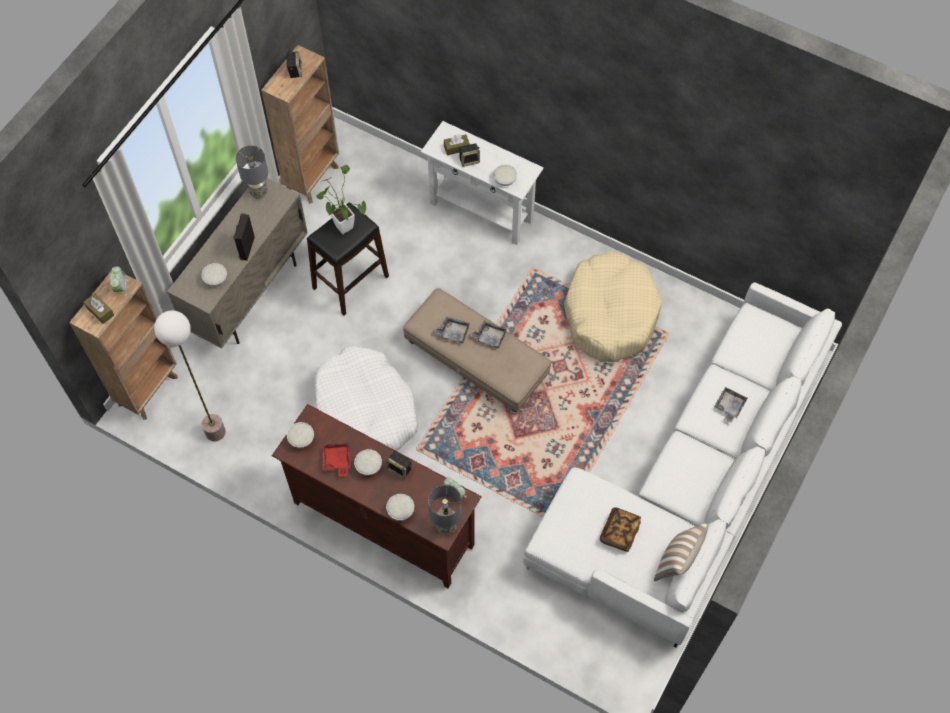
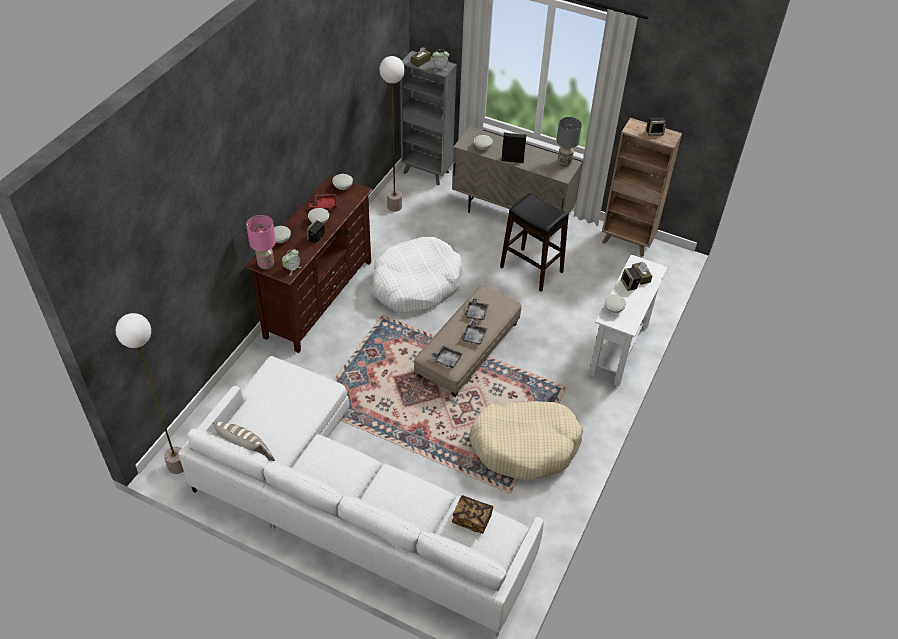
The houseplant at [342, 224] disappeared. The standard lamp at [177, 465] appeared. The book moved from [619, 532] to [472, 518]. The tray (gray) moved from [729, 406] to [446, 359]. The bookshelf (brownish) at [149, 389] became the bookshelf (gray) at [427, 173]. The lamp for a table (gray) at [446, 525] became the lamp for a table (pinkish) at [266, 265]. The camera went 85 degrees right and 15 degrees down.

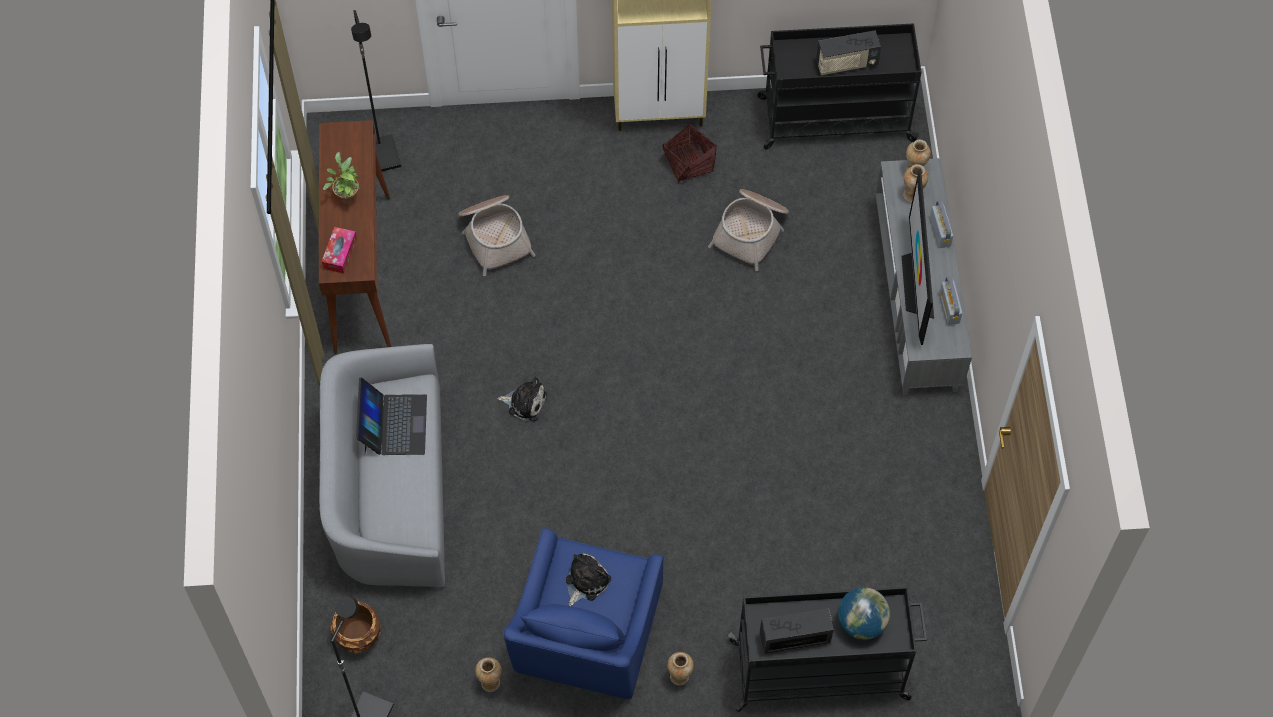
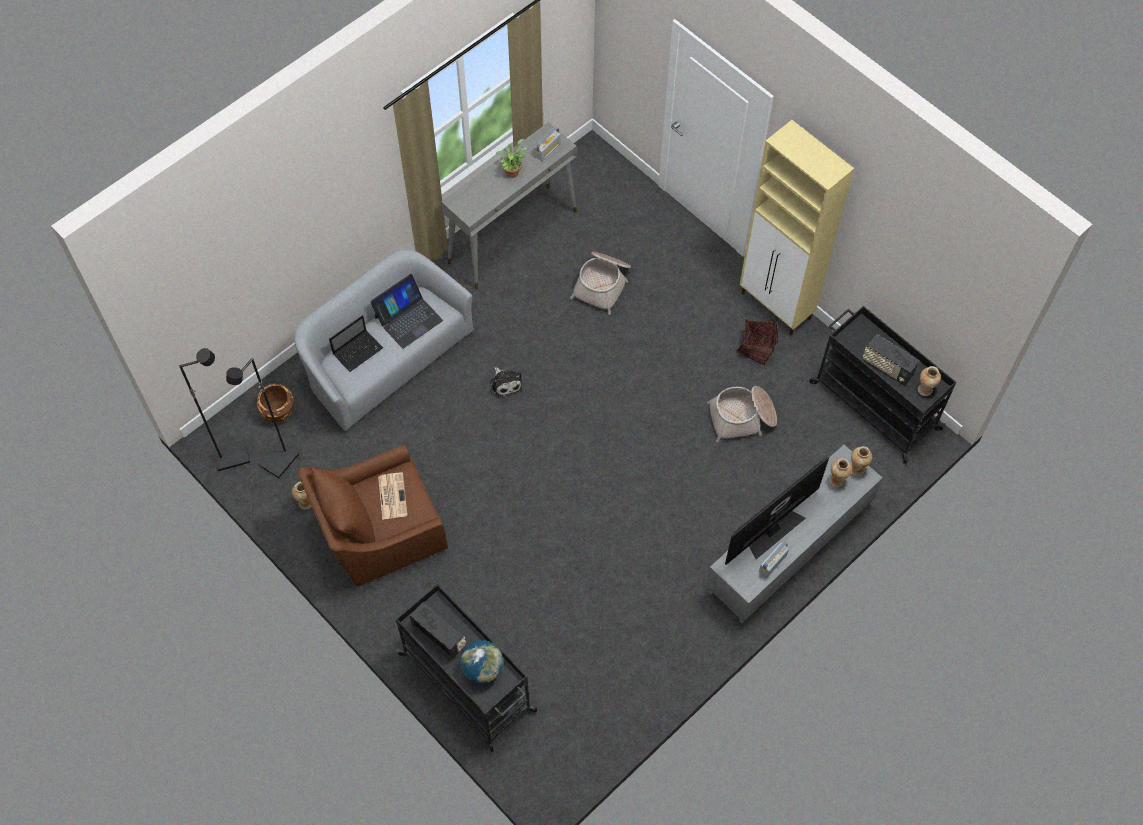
The tissue holder at [340, 253] disappeared. The laptop at [358, 350] appeared. The standard lamp (black) moved from [384, 156] to [279, 461]. The decorative vase moved from [679, 677] to [924, 390]. The radio moved from [940, 231] to [547, 150]. The plush toy at [585, 581] was replaced by the daily paper at [392, 495]. The narrow table (brownish) at [362, 272] became the narrow table (gray) at [513, 236]. The lounge chair (blue) at [585, 636] became the lounge chair (brownish) at [379, 531]. The camera went 50 degrees right and 0 degrees up.

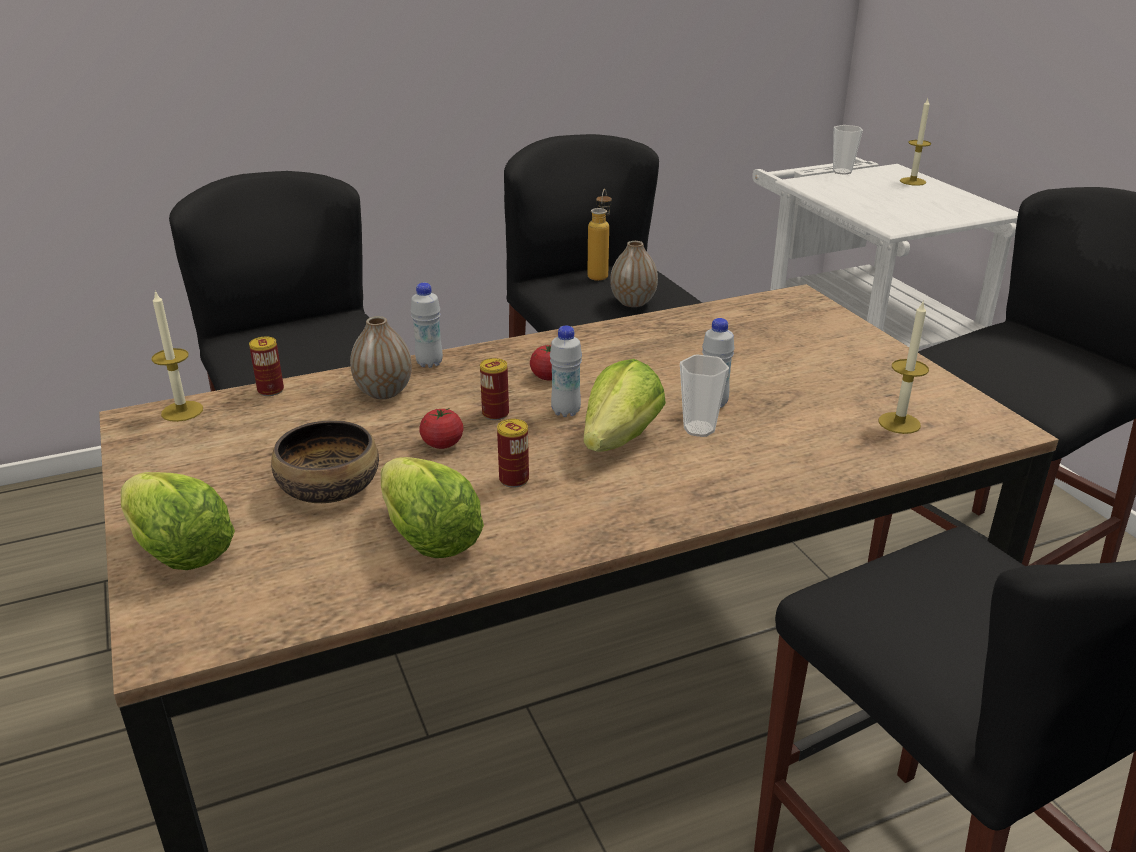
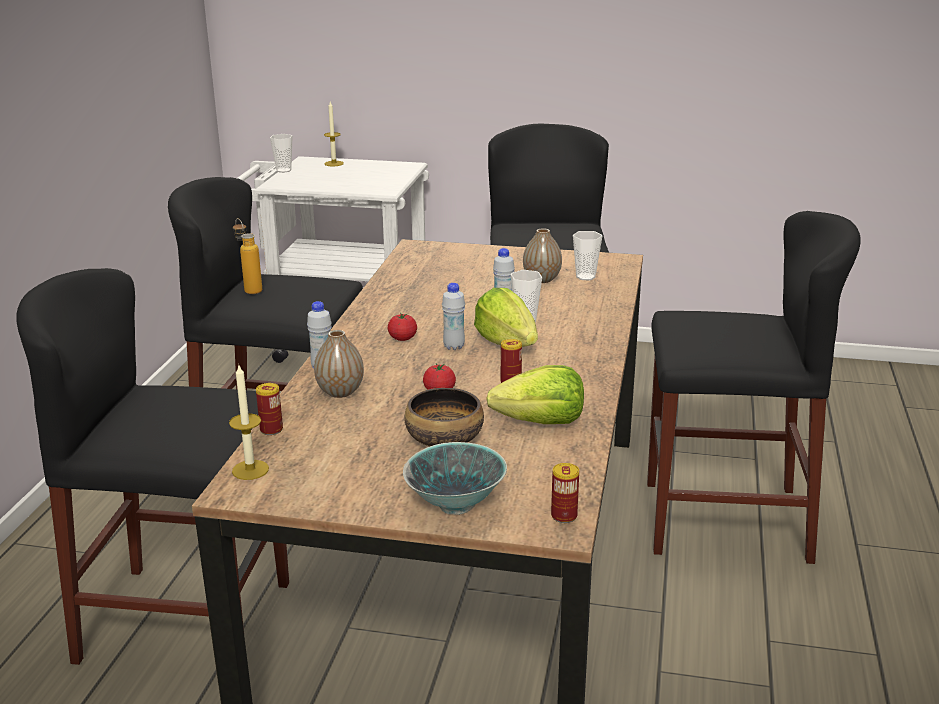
The sealed can moved from [495, 414] to [564, 516]. The decorative vase moved from [633, 302] to [541, 279]. The lettuce at [179, 551] was replaced by the serving bowl at [456, 505]. The wax candle at [899, 423] was replaced by the cup at [585, 277]. The camera went 55 degrees left and 5 degrees down.

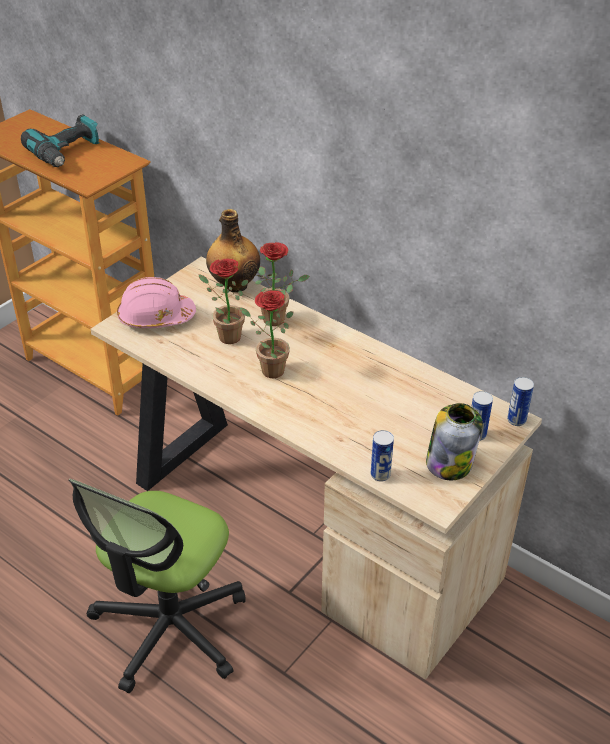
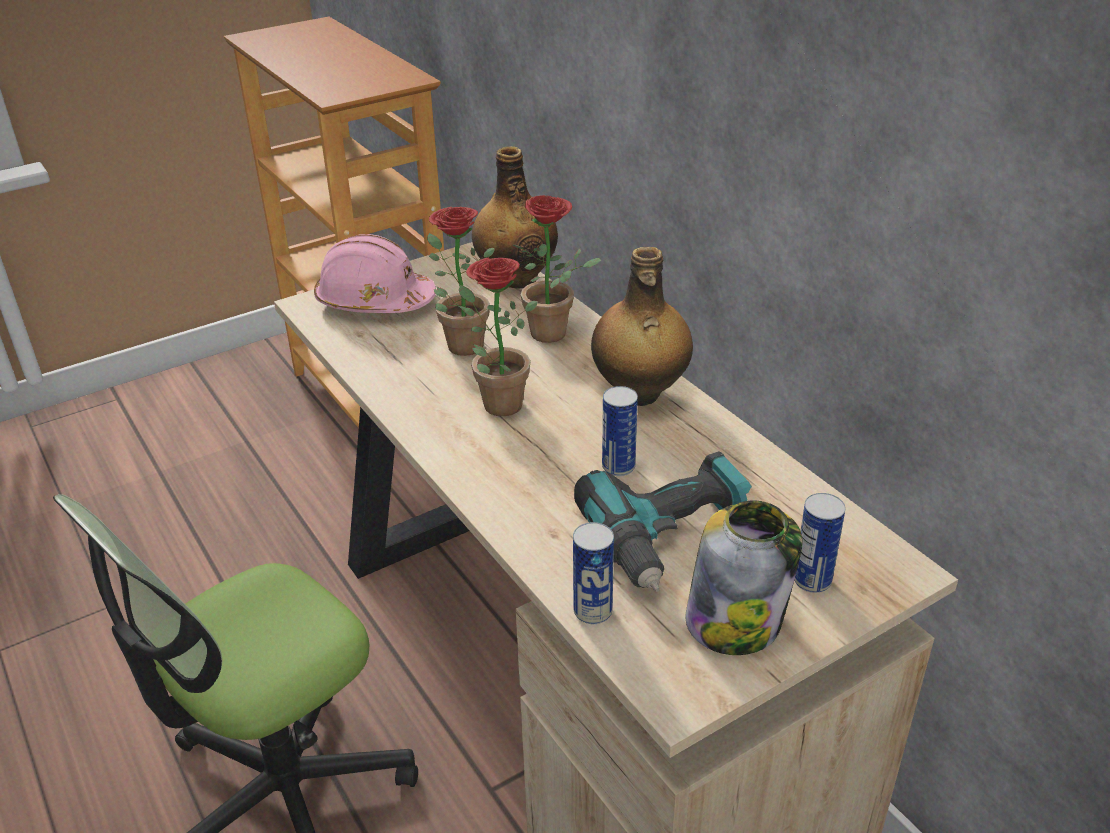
The beverage bottle at [639, 393] appeared. The electric drill moved from [67, 153] to [670, 538]. The sealed can moved from [516, 420] to [618, 467]. The camera went 20 degrees right and 5 degrees down.

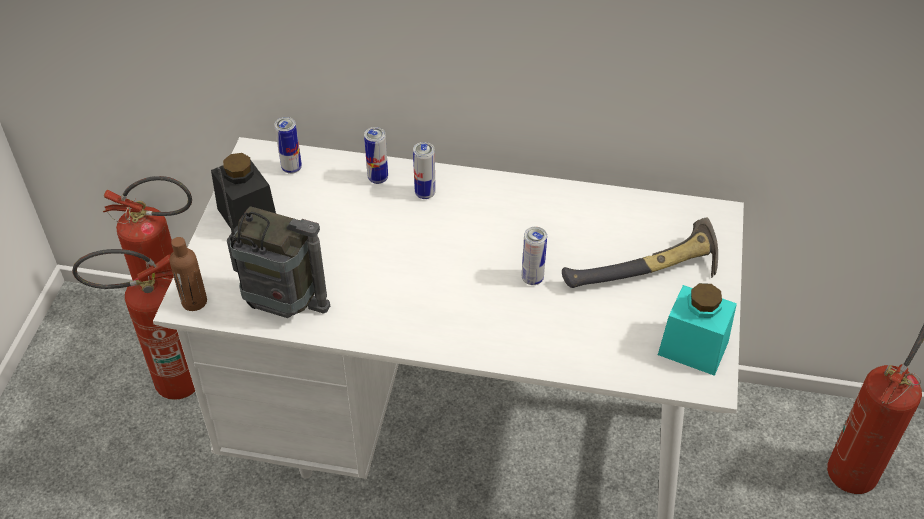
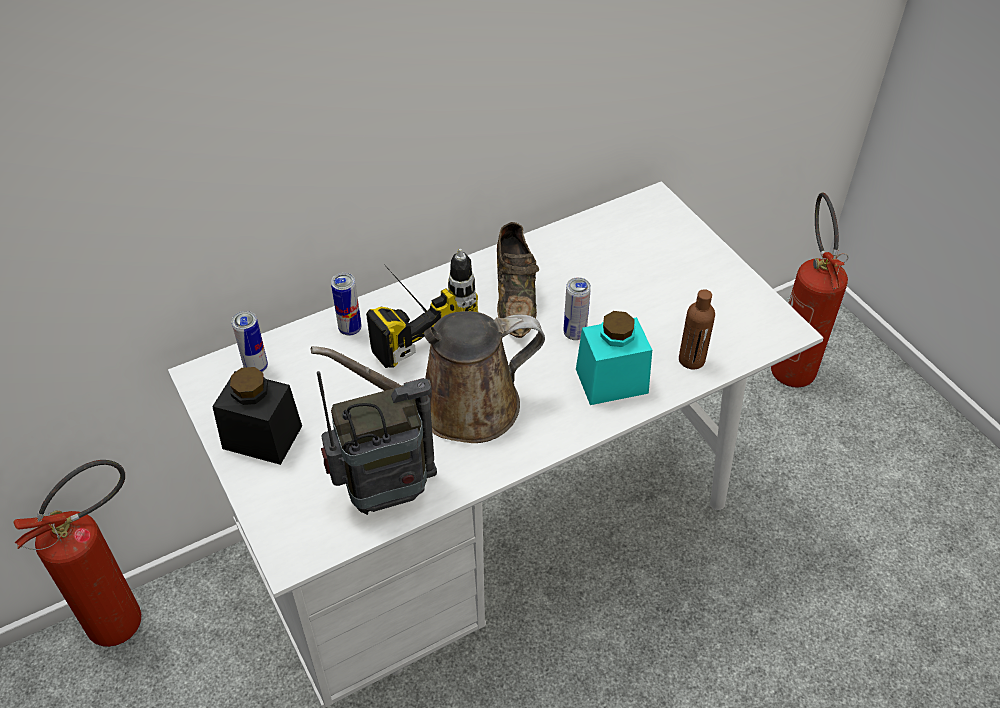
The extinguisher at [166, 384] disappeared. The hand hammer at [647, 274] disappeared. The watering can (brownish) at [457, 408] appeared. The item of footwear (brownish) at [515, 297] appeared. The beverage bottle (brownish) moved from [194, 301] to [691, 360]. The jar (blue-green) moved from [693, 348] to [611, 381]. The sealed can at [425, 193] was replaced by the electric drill at [407, 317]. The camera went 40 degrees left and 0 degrees up.

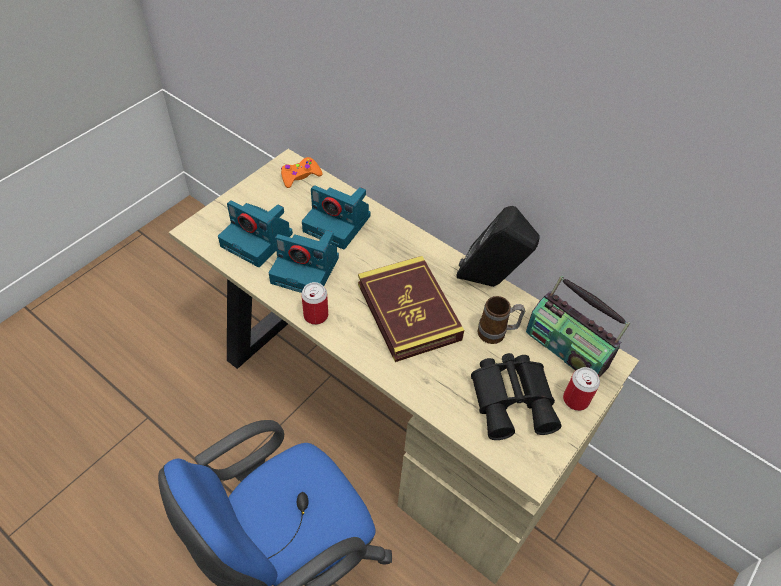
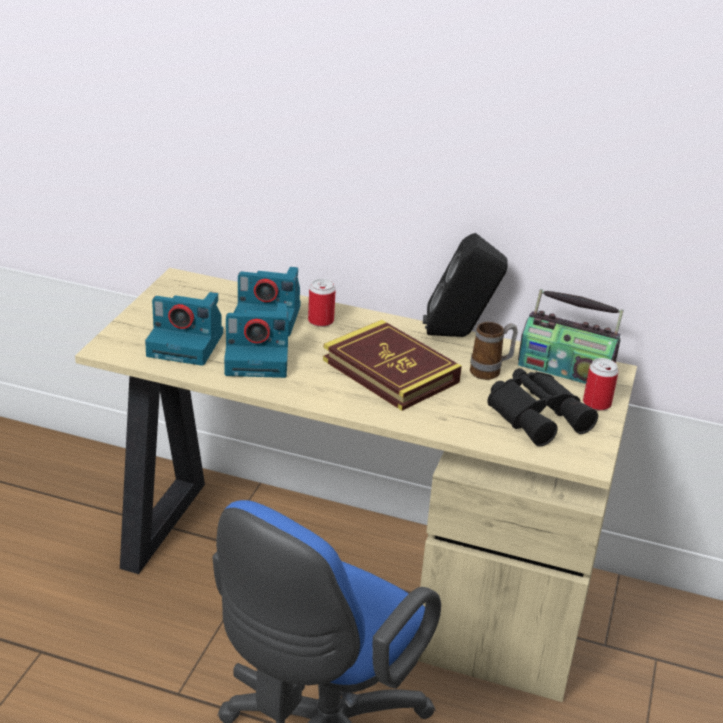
The joypad (orange-coloured) at [300, 176] disappeared. The sealed can moved from [316, 315] to [320, 321]. The camera went 20 degrees left and 20 degrees down.

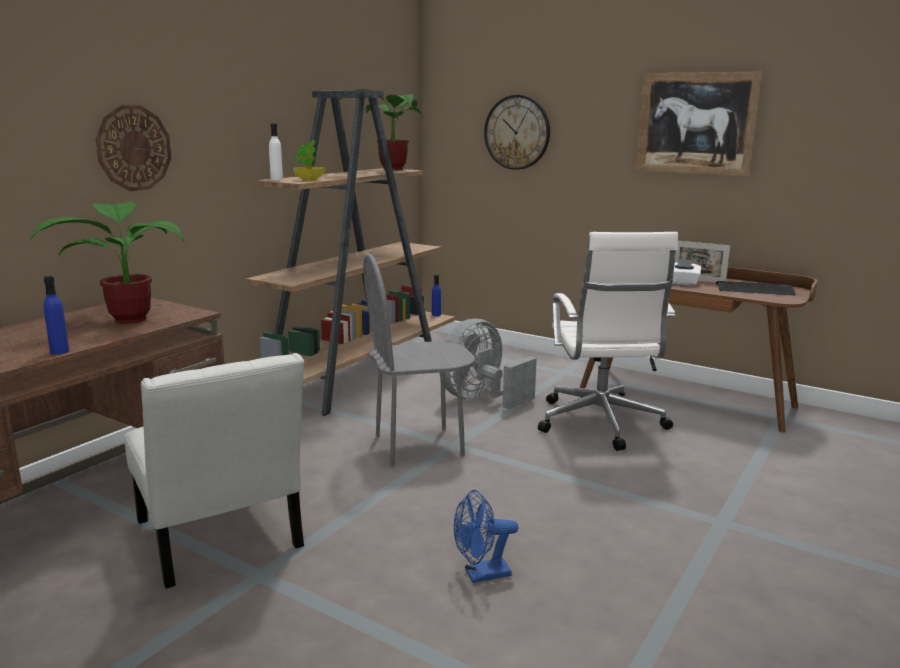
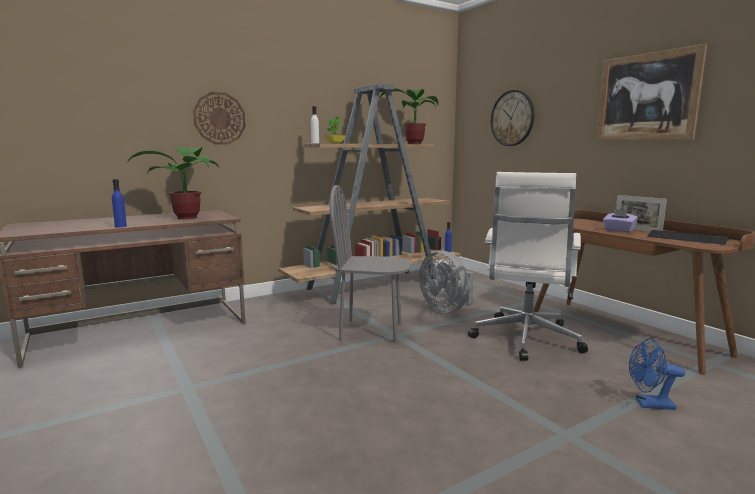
The upright chair (white) at [220, 540] disappeared. The electric fan (blue) moved from [481, 575] to [649, 404]. The tissue holder (white) at [682, 283] became the tissue holder (purple) at [618, 230]. The electric fan (gray) at [480, 398] turned 105 degrees counterclockwise. The camera went 25 degrees right and 5 degrees down.

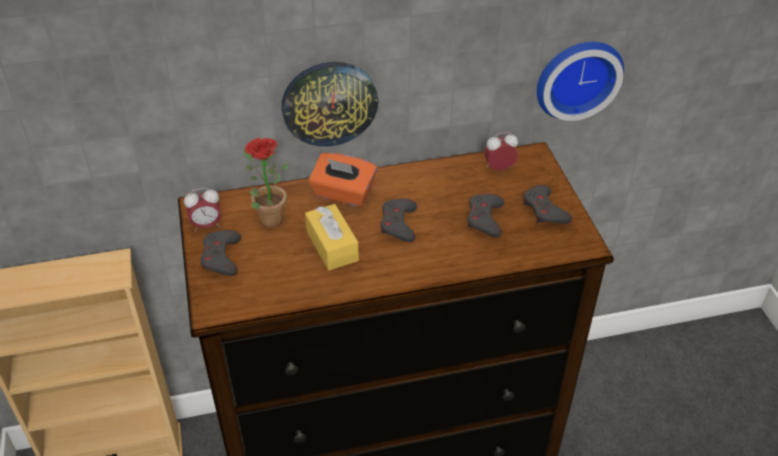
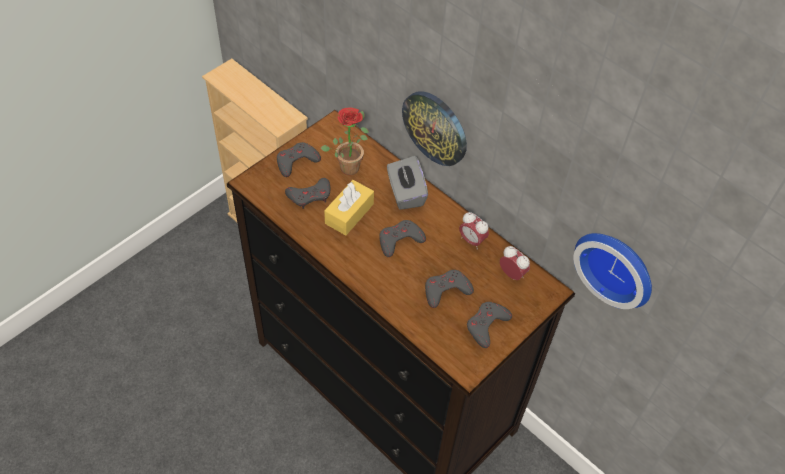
The joypad (gray) at [310, 196] appeared. The alarm clock moved from [206, 225] to [471, 241]. The tissue holder (orange-coloured) at [343, 194] became the tissue holder (gray) at [405, 193]. The camera went 55 degrees right and 10 degrees up.

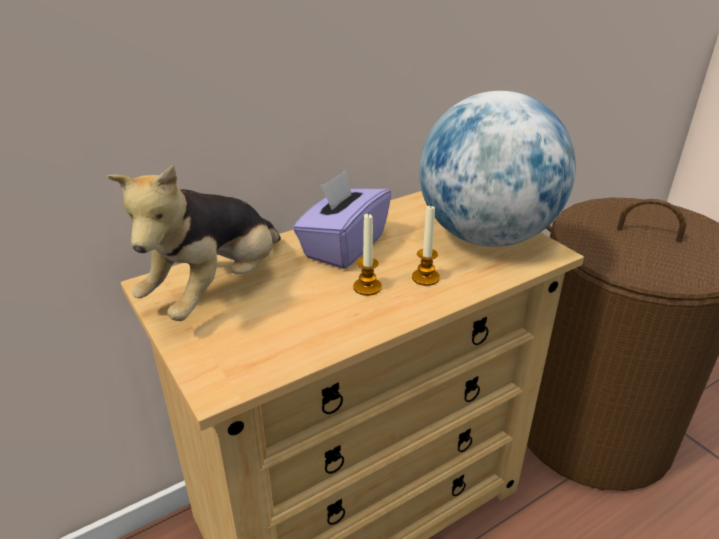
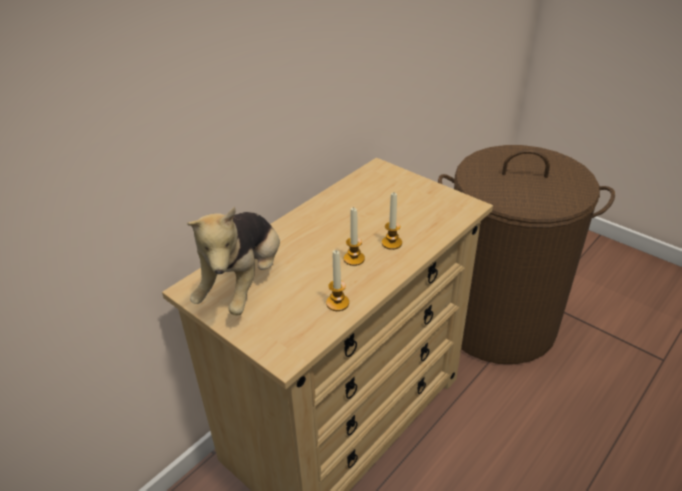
The tissue holder (purple) at [343, 246] disappeared. The globe at [486, 236] disappeared. The wax candle at [337, 303] appeared. The camera went 15 degrees left and 5 degrees up.

